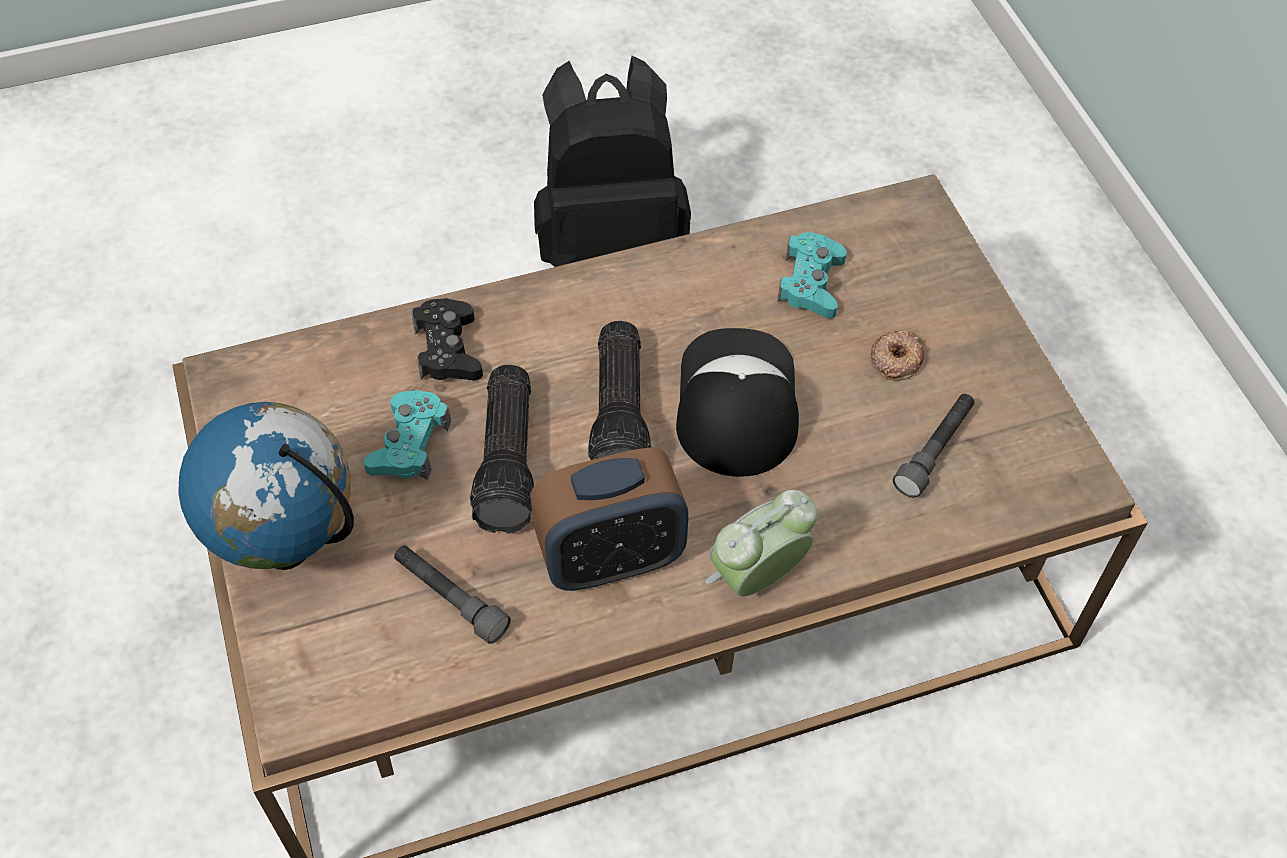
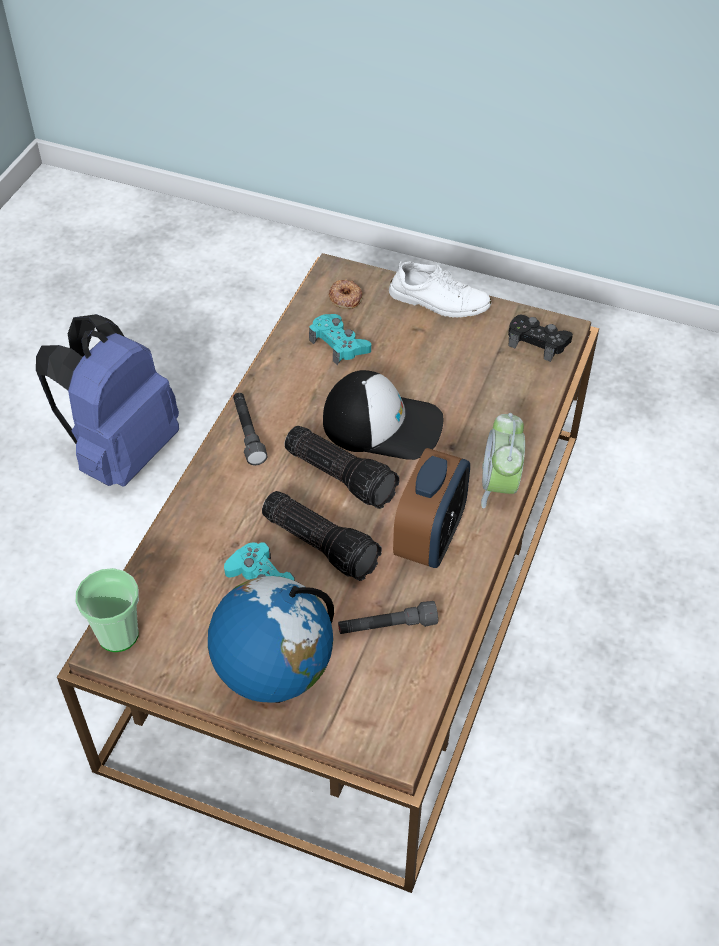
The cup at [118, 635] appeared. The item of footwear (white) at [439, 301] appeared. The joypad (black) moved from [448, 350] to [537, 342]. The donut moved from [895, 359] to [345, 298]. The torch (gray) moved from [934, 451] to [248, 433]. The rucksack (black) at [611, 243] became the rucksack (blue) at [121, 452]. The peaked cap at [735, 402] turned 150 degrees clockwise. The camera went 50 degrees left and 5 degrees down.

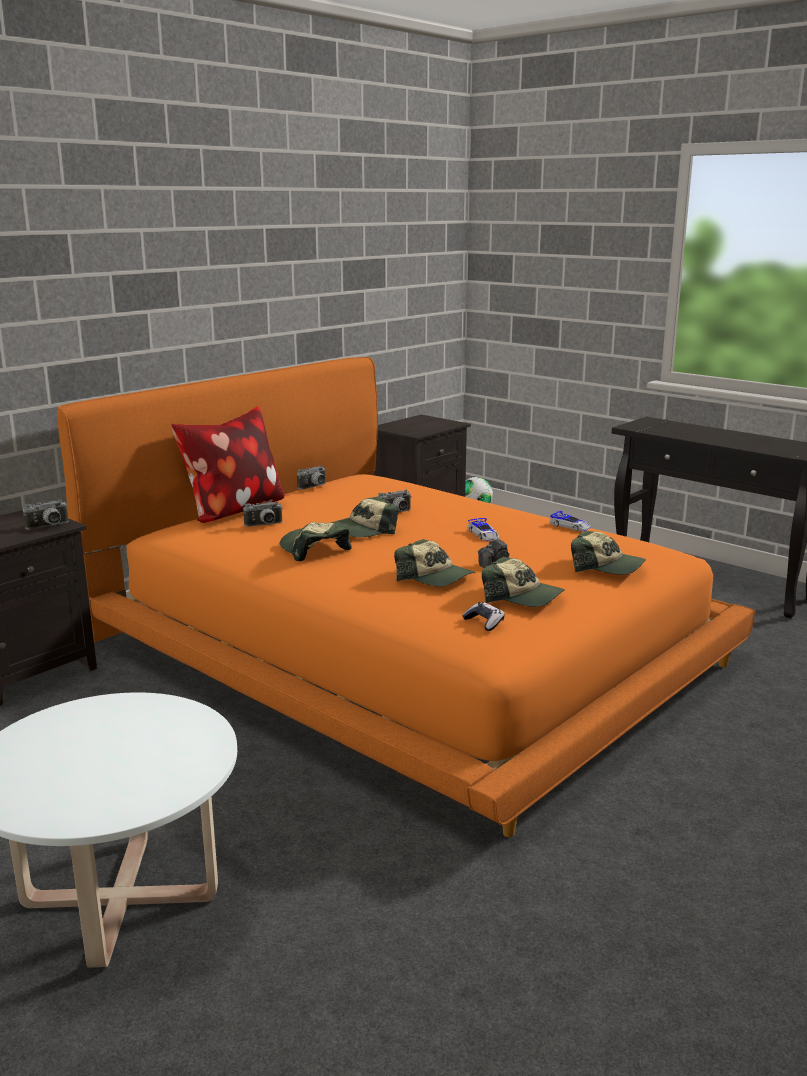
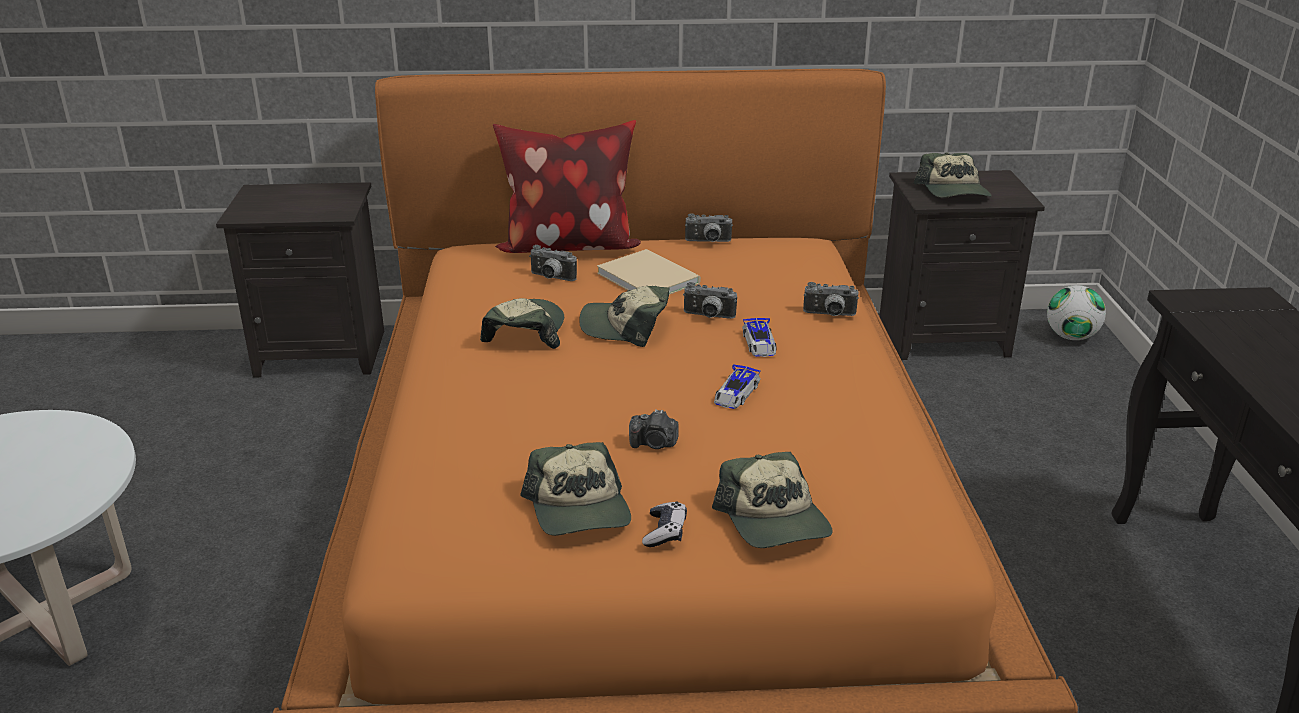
The book (sand-coloured) at [648, 276] appeared. The still camera moved from [49, 526] to [829, 315]. The peaked cap moved from [435, 578] to [954, 191]. The joypad moved from [484, 622] to [665, 532]. The toy car moved from [570, 526] to [759, 344]. The camera went 45 degrees right and 10 degrees up.

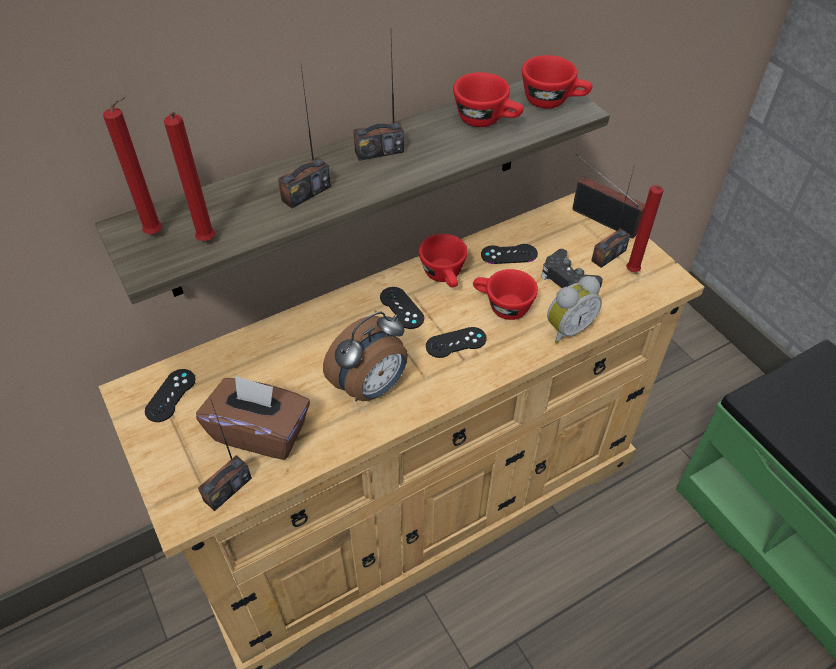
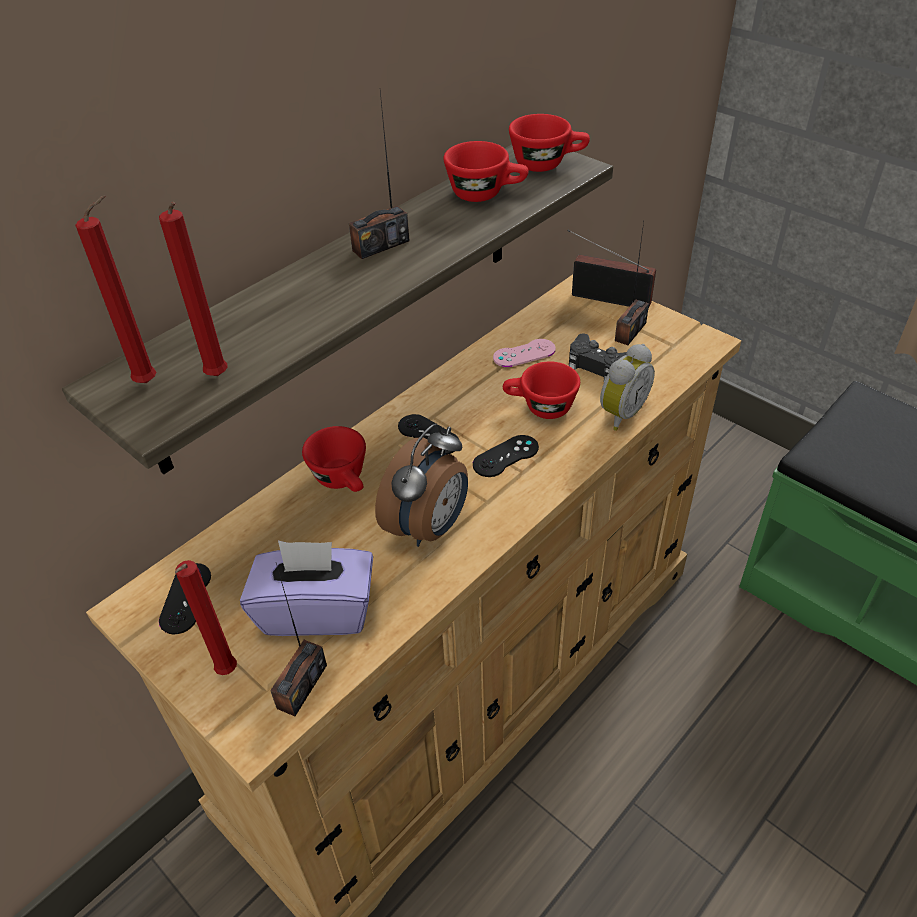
The radio at [306, 193] disappeared. The cup (red) moved from [445, 277] to [344, 480]. The wax candle (red) moved from [631, 273] to [226, 674]. The tissue holder (brownish) at [261, 432] became the tissue holder (purple) at [317, 610]. The joypad (black) at [509, 254] became the joypad (pinkish) at [524, 353]. The camera went 15 degrees left and 5 degrees down.

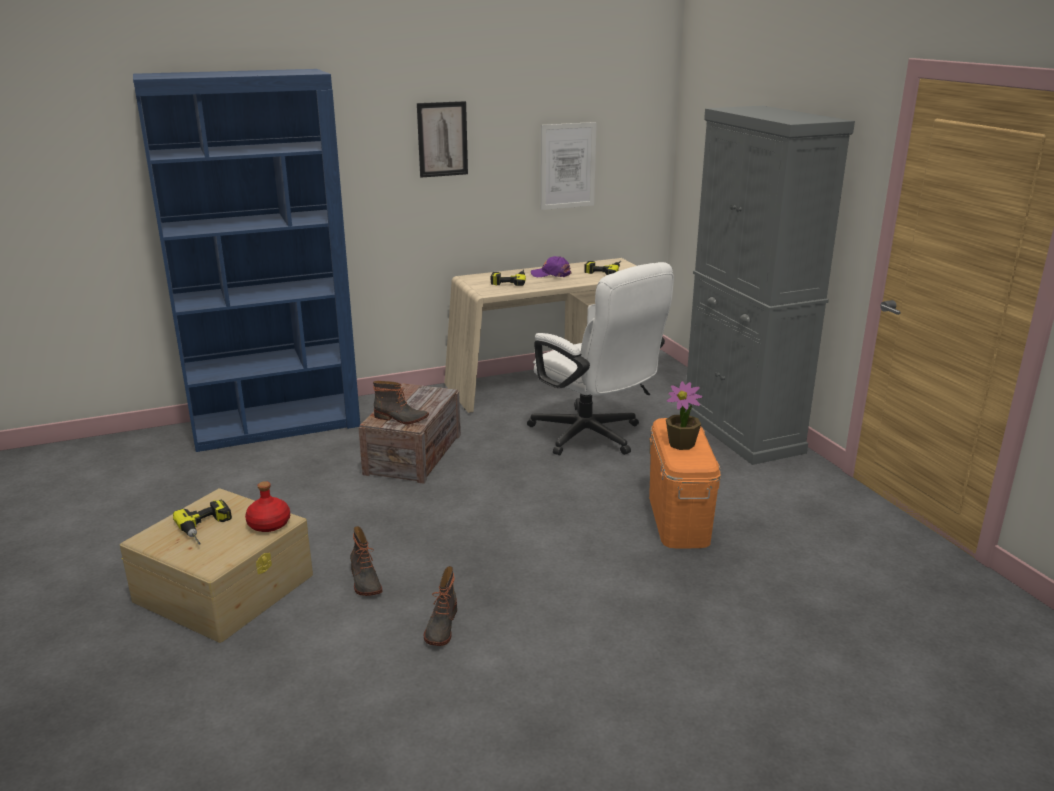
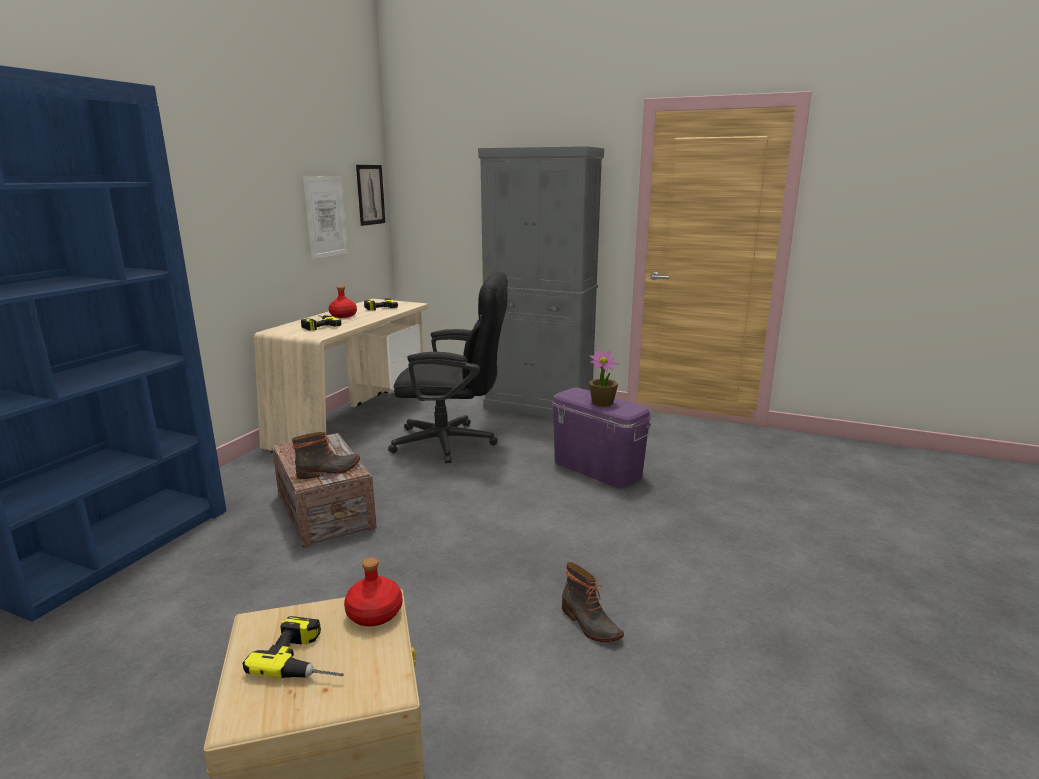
The tall boot at [364, 581] disappeared. The wall art moved from [442, 139] to [370, 195]. The peaked cap (purple) at [551, 274] was replaced by the beverage bottle (red) at [343, 315]. The computer chair (white) at [593, 437] became the computer chair (black) at [454, 443]. The storage box (orange-coloured) at [678, 518] became the storage box (purple) at [597, 468]. The camera went 45 degrees left and 5 degrees down.

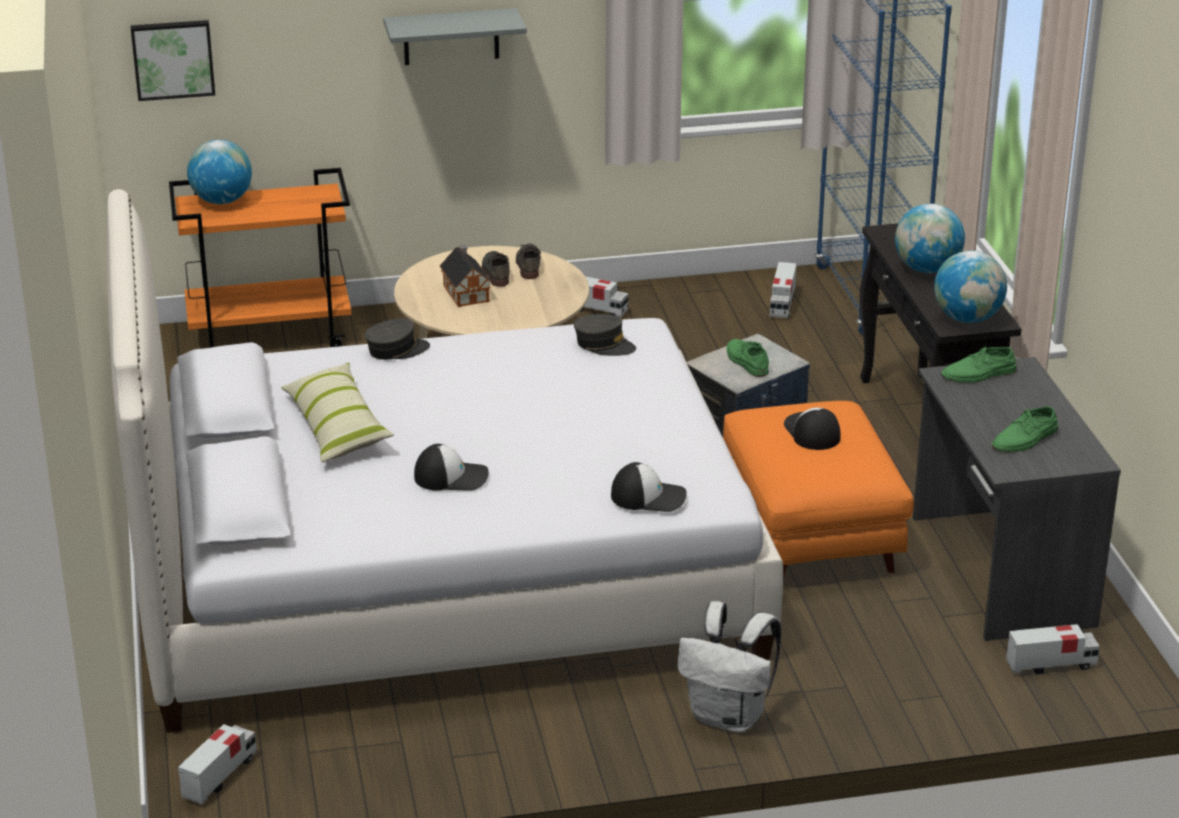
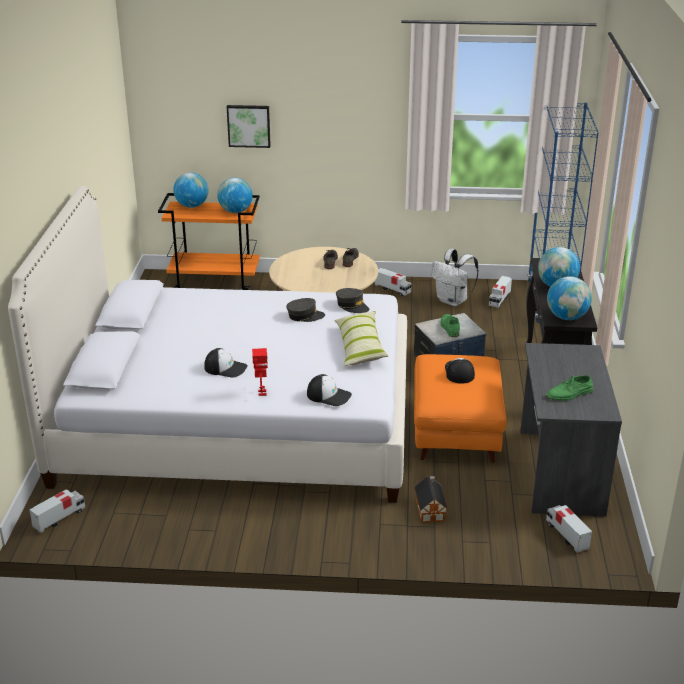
The shelf (gray) at [451, 37] disappeared. The item of footwear (green) at [979, 374] disappeared. The globe at [235, 211] appeared. The model robot at [261, 393] appeared. The wall art moved from [173, 59] to [249, 125]. The throw pillow moved from [336, 427] to [360, 347]. The peaked cap (gray) moved from [396, 350] to [305, 316]. The toy house moved from [466, 292] to [430, 509]. The rucksack (white) moved from [729, 717] to [453, 301]. The model truck at [1051, 665] turned 120 degrees counterclockwise. The camera went 15 degrees right and 0 degrees up.

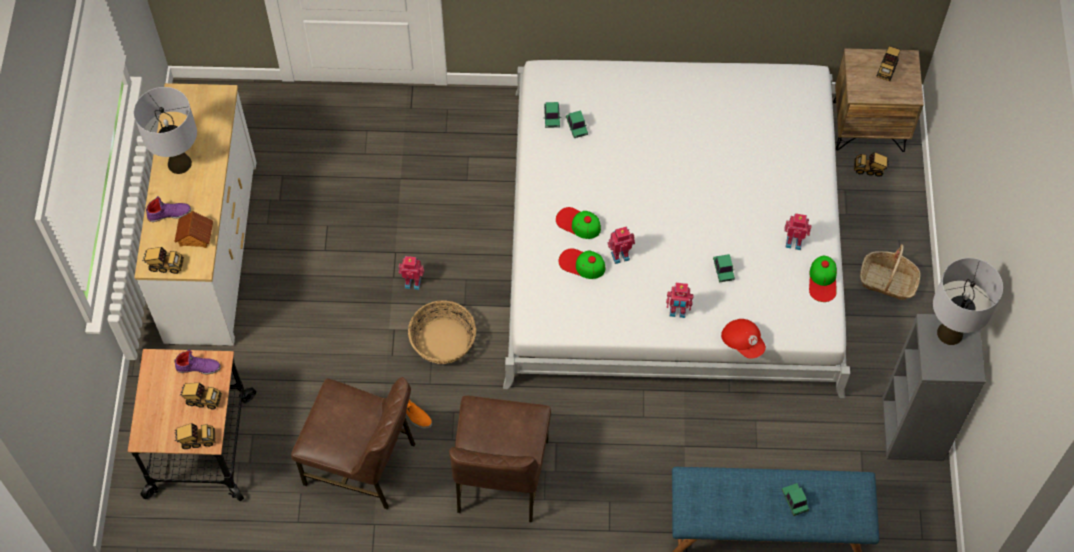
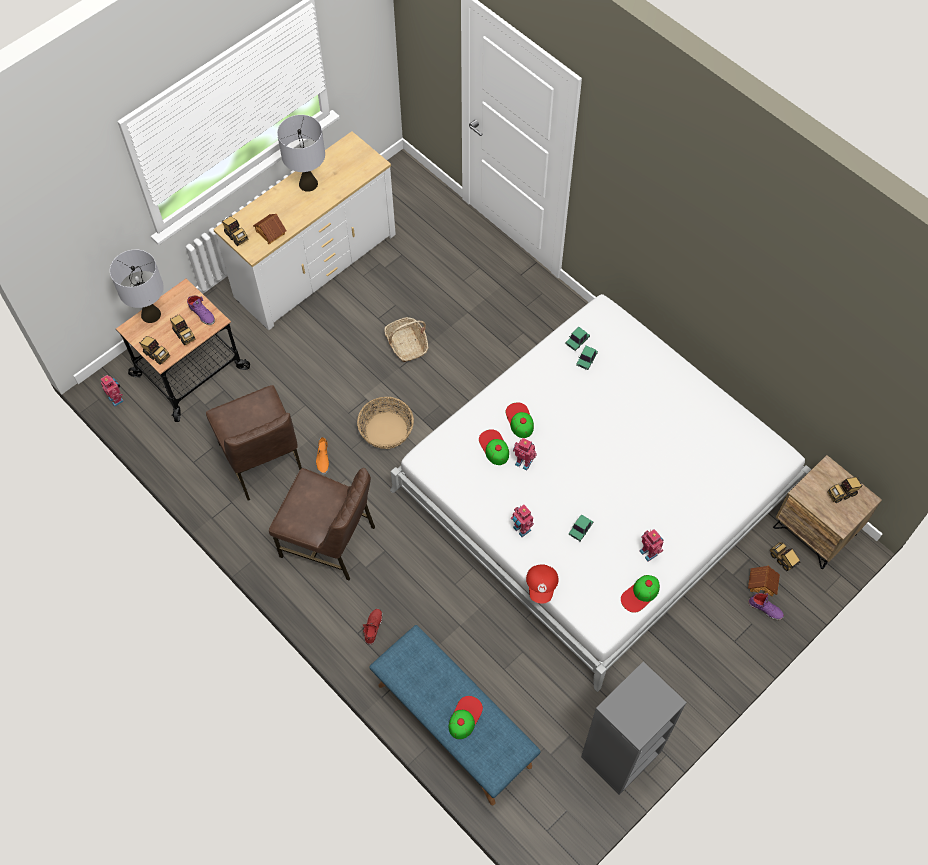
The item of footwear (red) at [373, 627] appeared. The toy house at [762, 583] appeared. The item of footwear (purple) moved from [169, 213] to [765, 608]. The model robot moved from [413, 282] to [117, 399]. The basket moved from [887, 281] to [407, 344]. The lamp for a table (gray) moved from [950, 333] to [151, 315]. The toy car at [794, 501] was replaced by the peaked cap at [464, 717]. The upright chair (brownish) at [500, 477] turned 120 degrees counterclockwise. The camera went 45 degrees right and 0 degrees up.

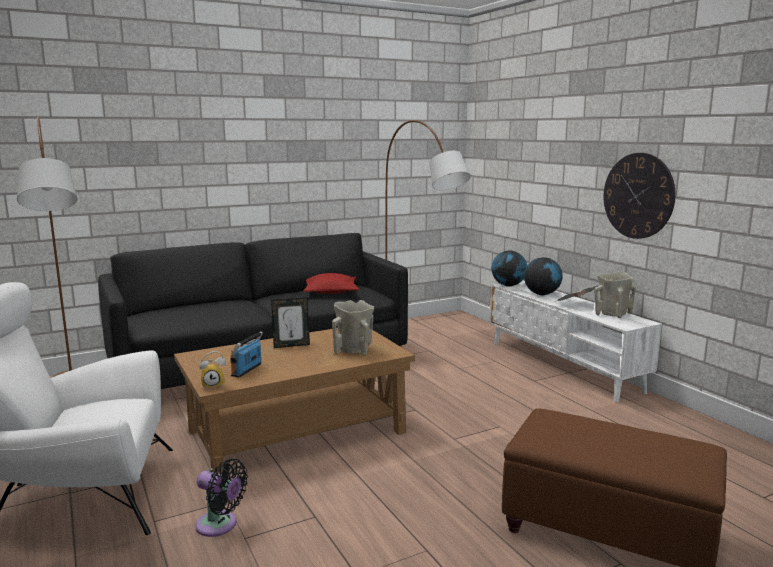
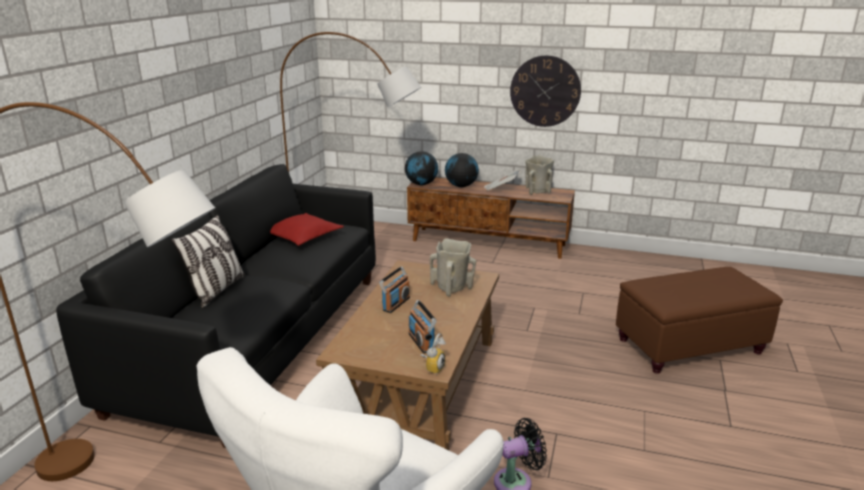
The throw pillow at [216, 290] appeared. The standing frame at [291, 345] was replaced by the radio at [396, 304]. The tv unit (white) at [563, 366] became the tv unit (brownish) at [489, 242]. The camera went 45 degrees left and 10 degrees up.

